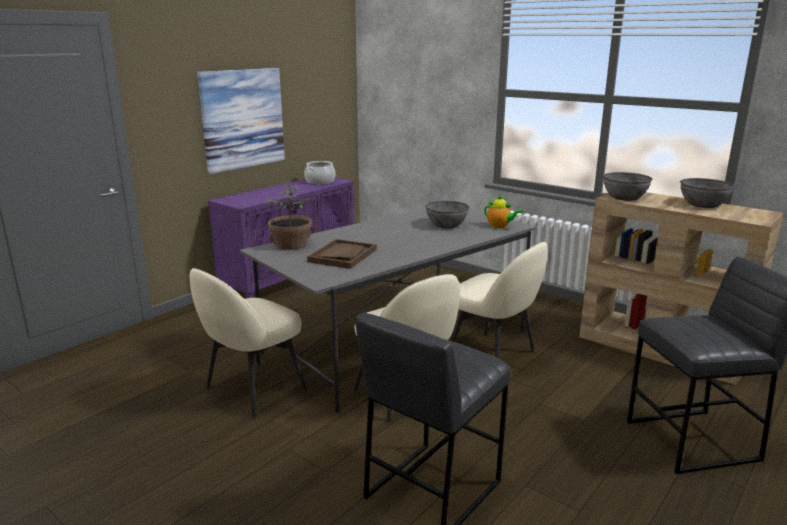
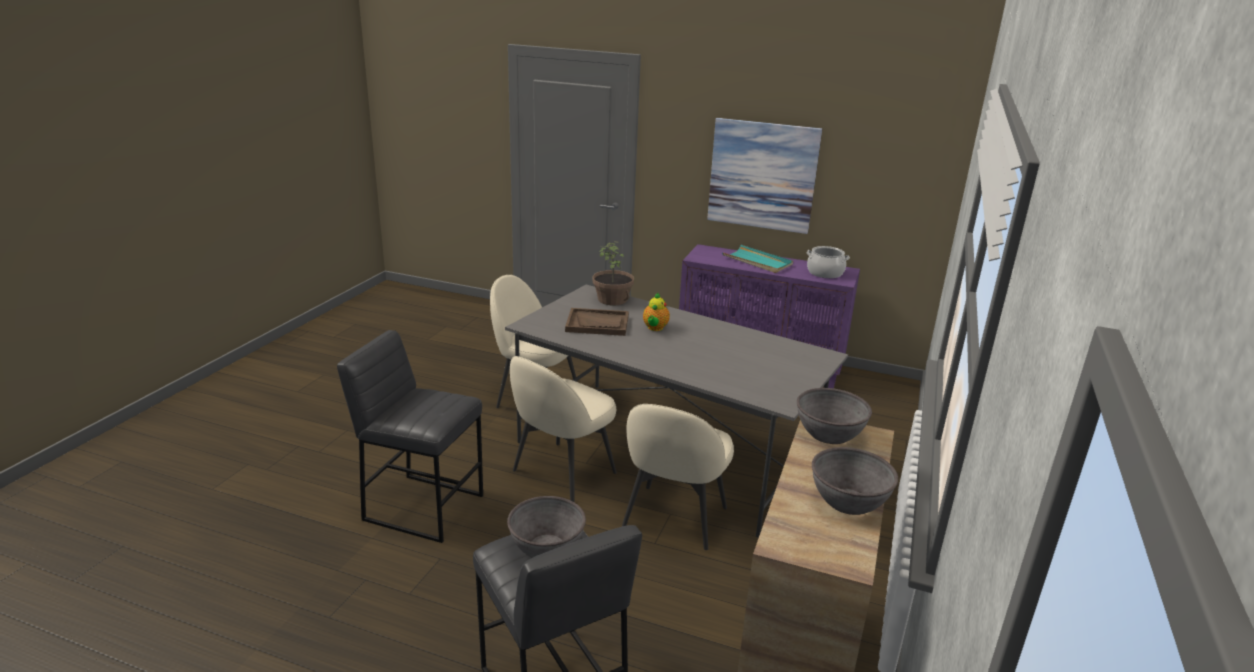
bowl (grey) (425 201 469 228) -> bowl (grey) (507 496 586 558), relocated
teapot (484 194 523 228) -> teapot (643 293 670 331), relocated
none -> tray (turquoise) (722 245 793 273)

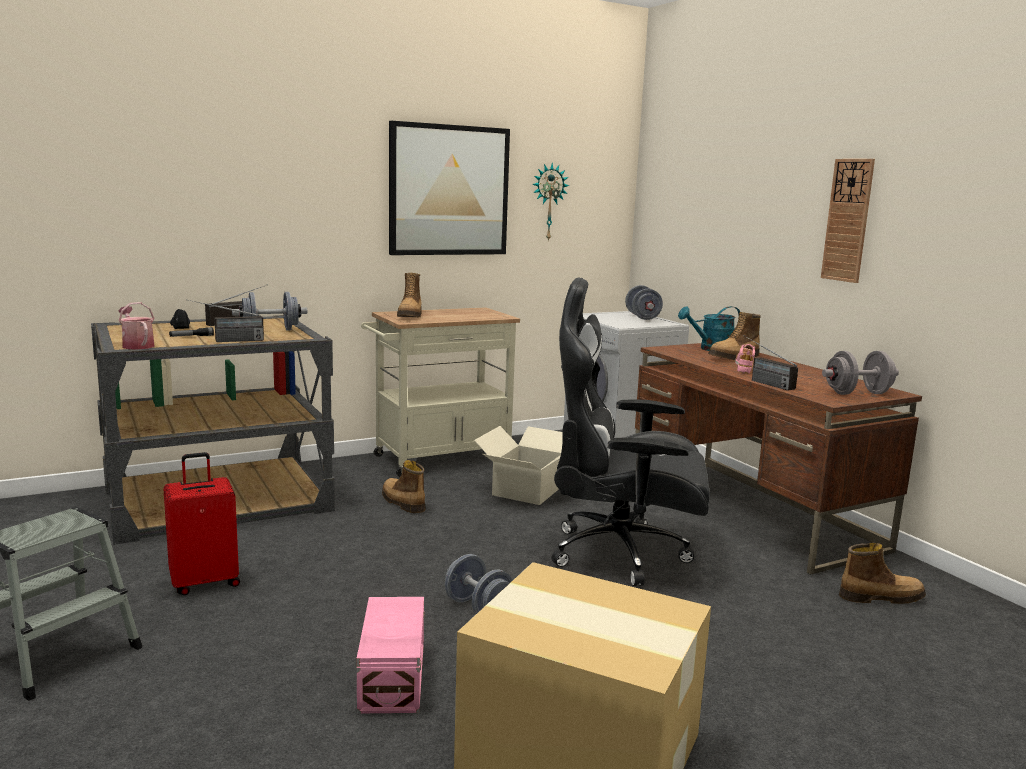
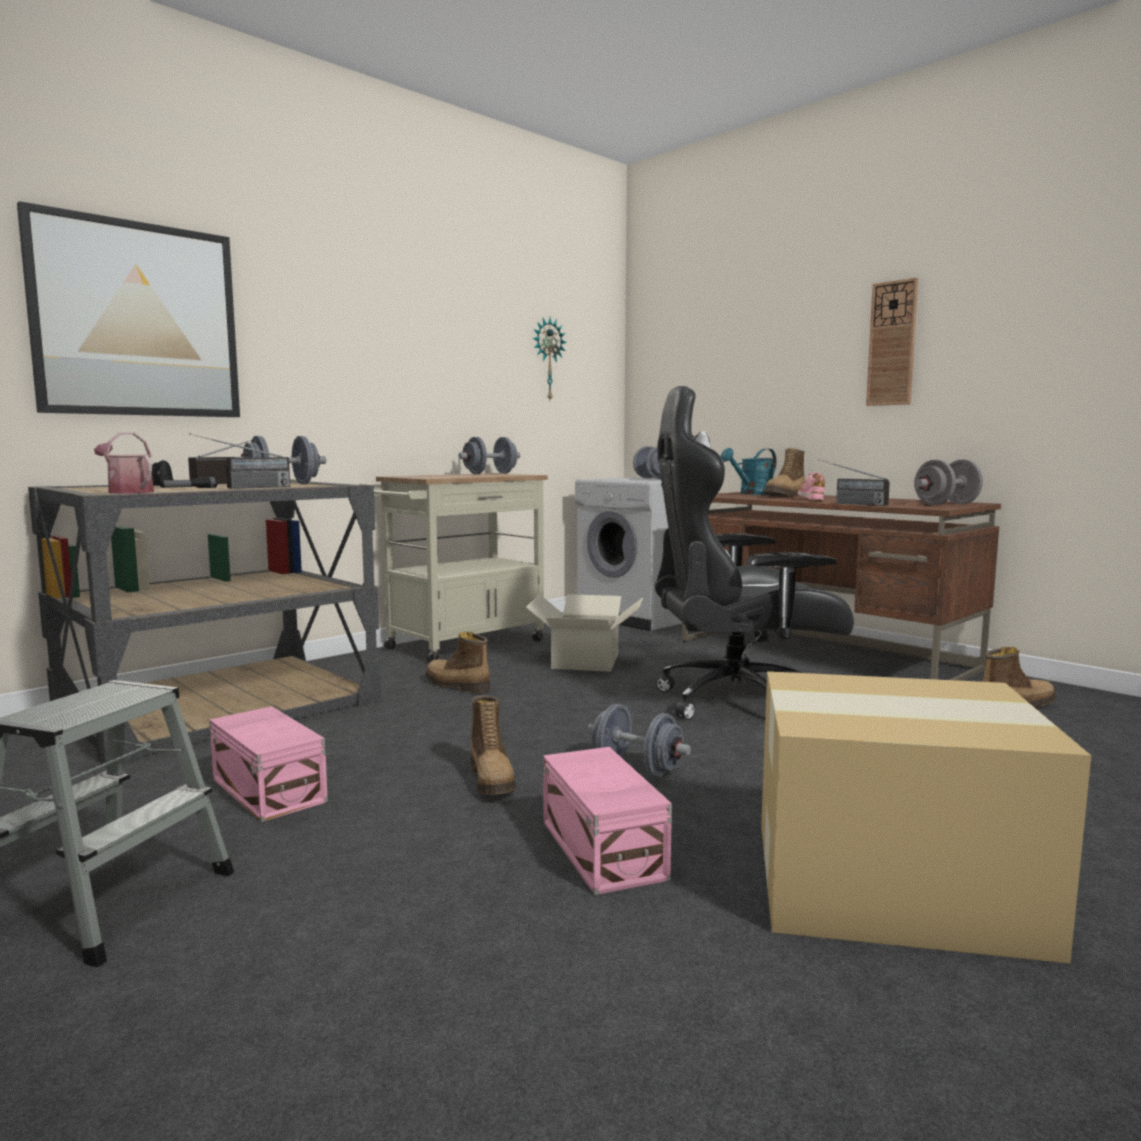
suitcase (red) (163 452 240 595) -> storage box (pink) (209 706 328 822)
picture (389 121 510 255) -> picture (17 201 240 417), relocated
boot (397 273 422 317) -> boot (471 695 516 795), relocated
none -> dumbbell (grey) (458 437 520 474)

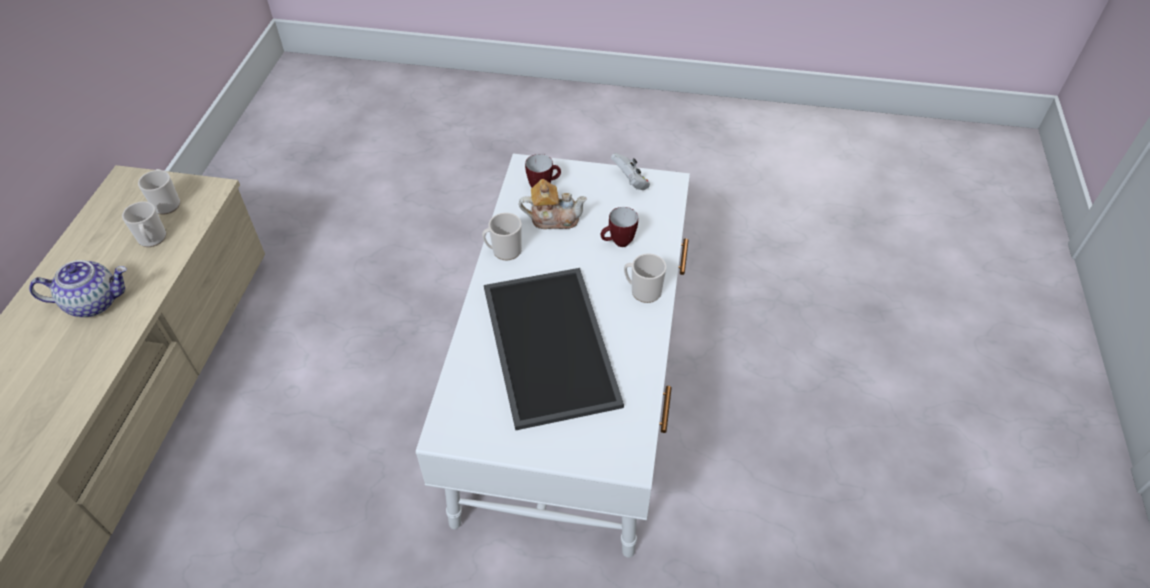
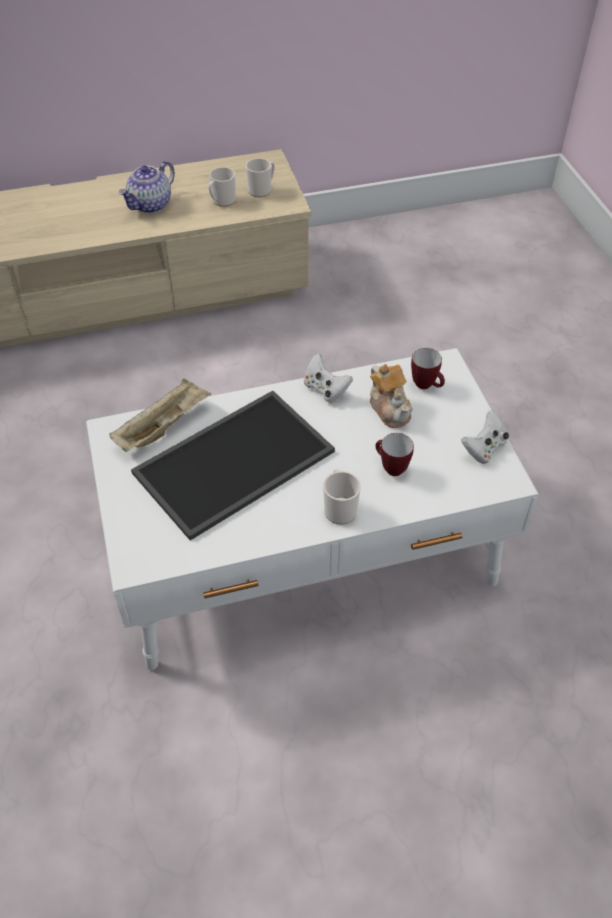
teapot (29 260 127 317) -> teapot (118 161 175 213), 75 degrees clockwise
mug (482 213 522 260) -> game controller (white) (304 353 353 403)
none -> tray (beige) (109 378 211 452)

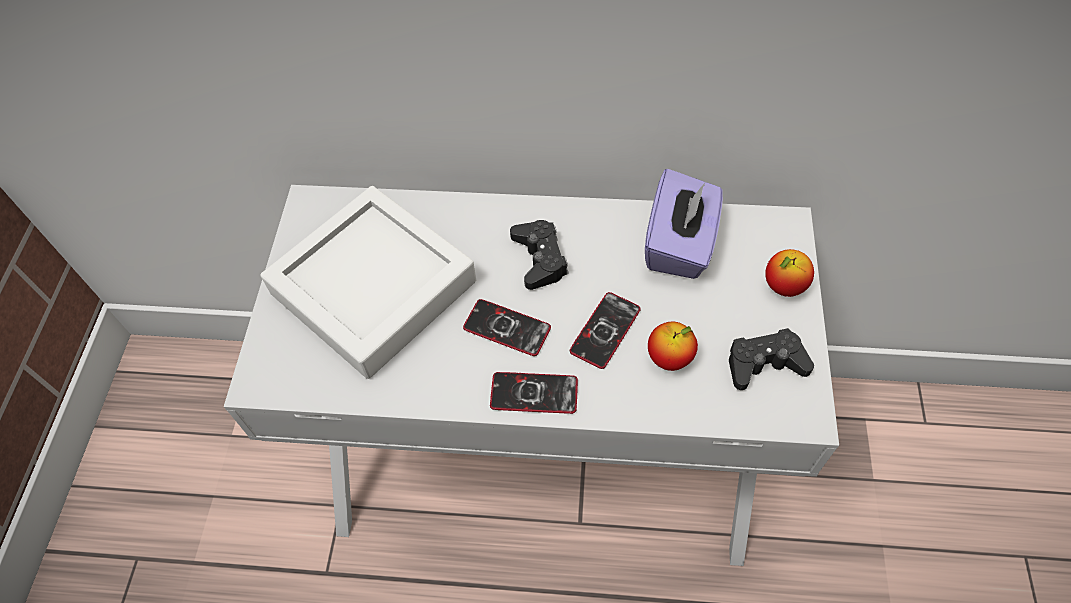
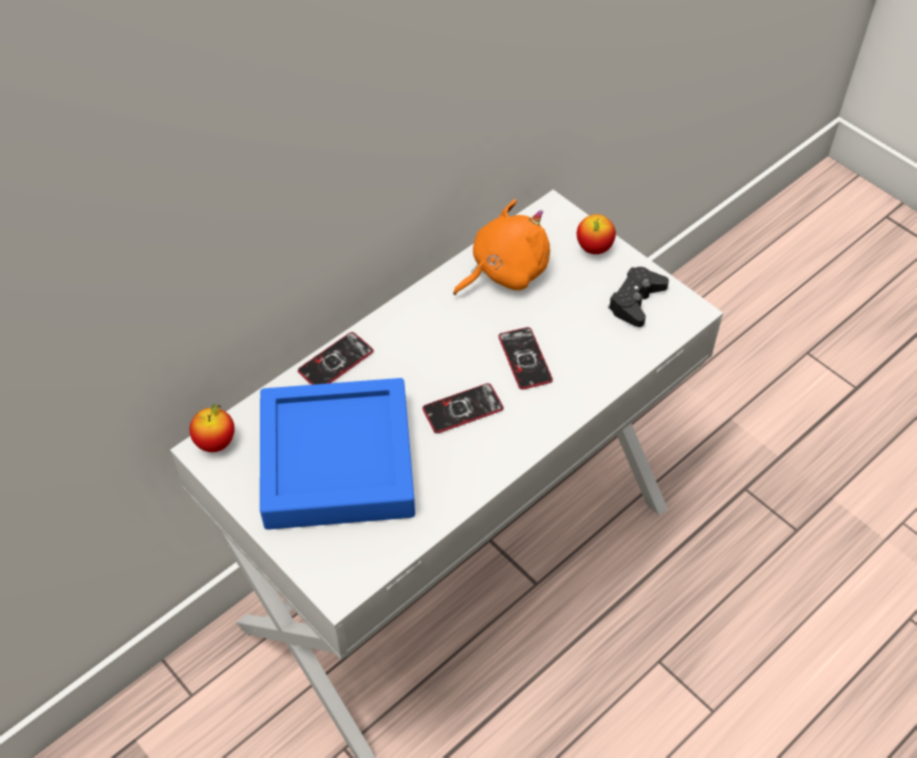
tray (white) (261 186 476 379) -> tray (blue) (260 378 415 530)
phone (490 372 578 414) -> phone (298 332 373 385), relocated
game controller (black) (510 220 569 290) -> none
tissue box (purple) (645 169 723 279) -> plush toy (orange) (453 199 550 295)
apple (648 322 698 371) -> apple (189 404 235 452), relocated

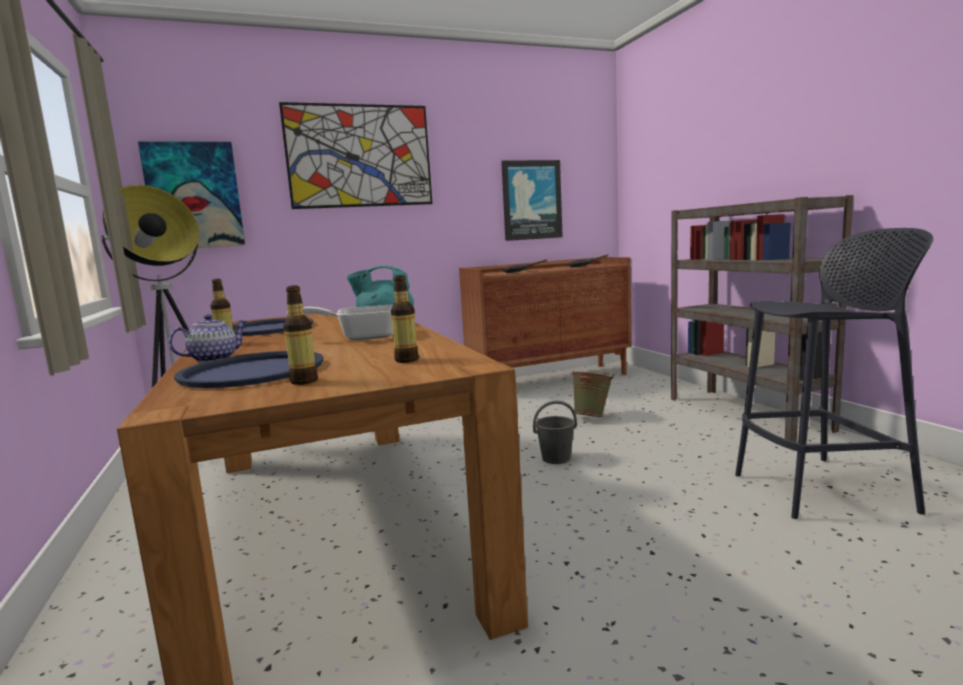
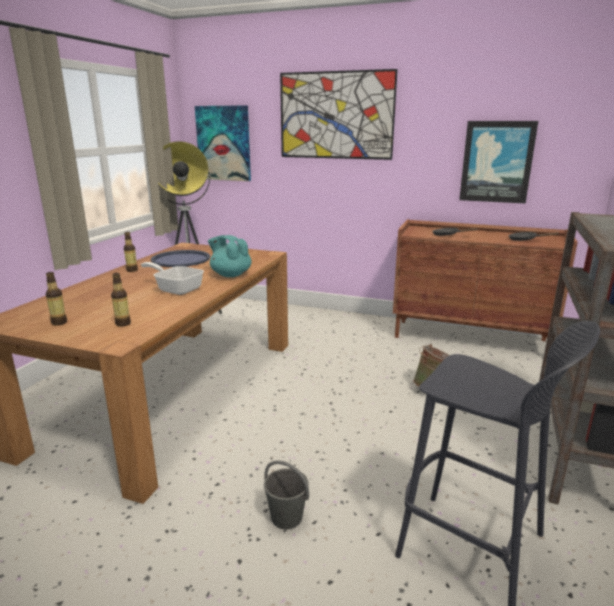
teapot (169 314 247 362) -> none
tray (blue) (174 351 324 388) -> none
bucket (grey) (533 401 577 464) -> bucket (grey) (264 460 309 529), relocated

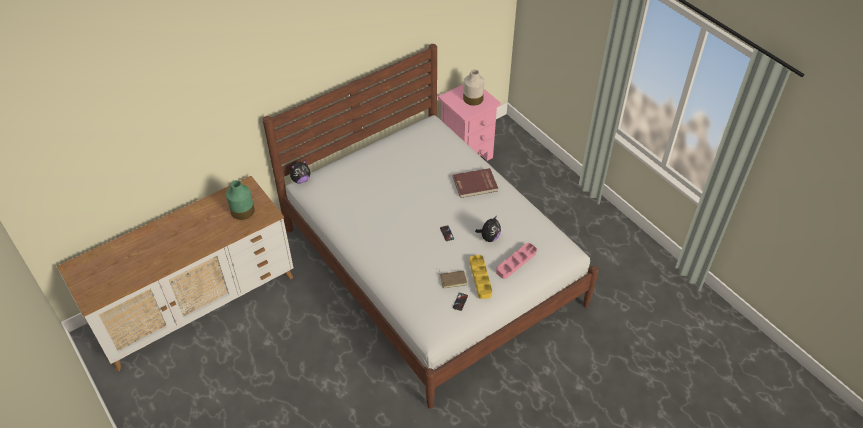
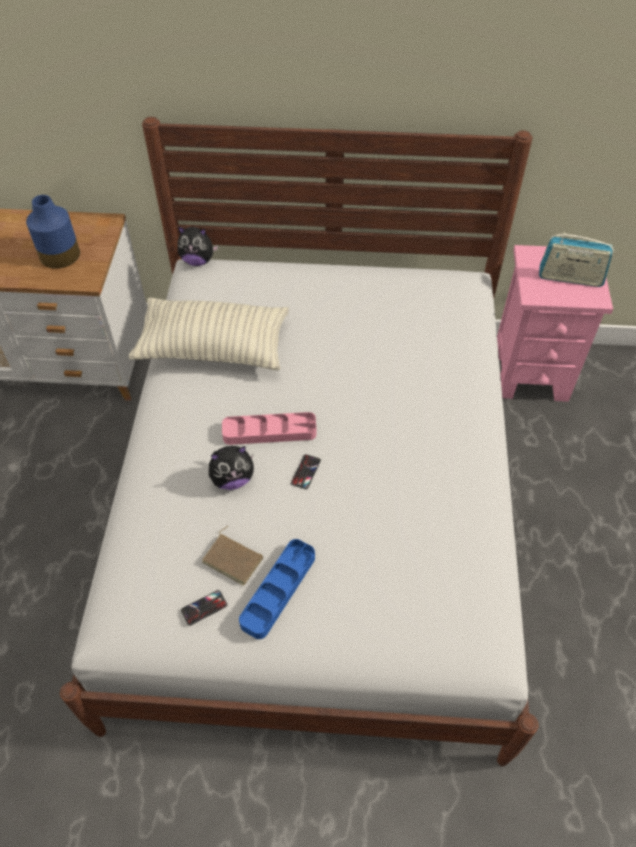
vase (green) (226 180 255 220) -> vase (blue) (26 195 80 269)
book (red) (453 168 498 198) -> none
vase (beige) (463 69 484 105) -> radio (539 232 614 287)
tray (yellow) (470 255 492 299) -> tray (blue) (239 539 315 639)
plush toy (475 215 501 242) -> plush toy (209 446 254 490), relocated
tray (pink) (496 243 537 279) -> tray (pink) (222 412 316 445), relocated
none -> pillow (129 297 289 370)

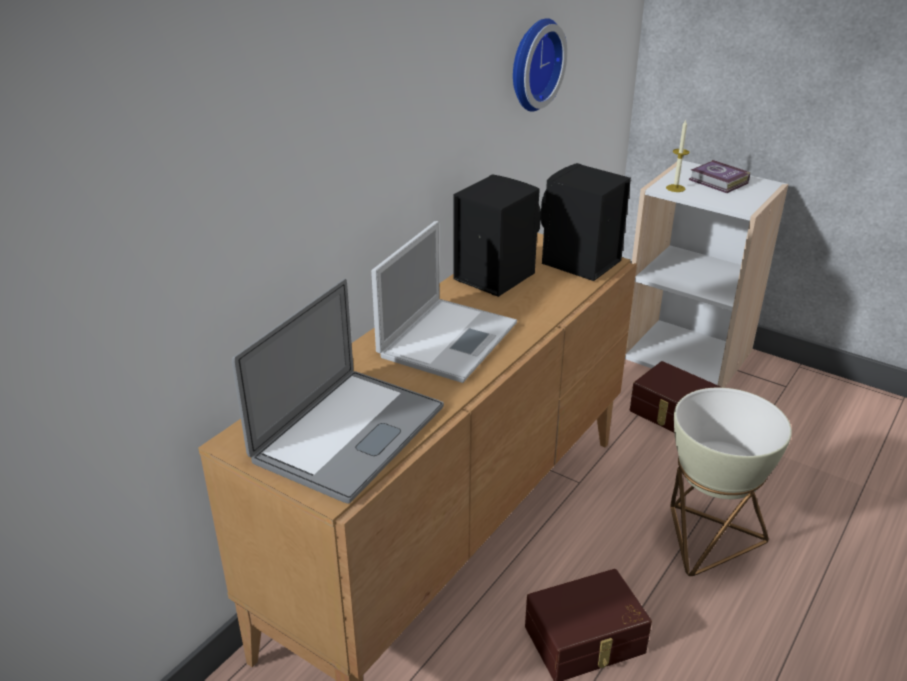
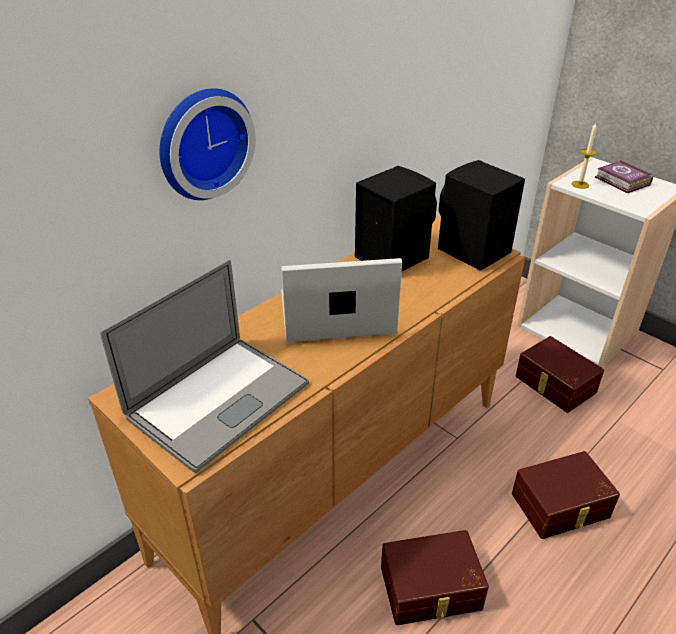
laptop (371 221 517 383) -> laptop (281 258 402 342), 135 degrees counterclockwise
wall clock (513 18 567 112) -> wall clock (160 88 256 200), relocated
planter (670 387 792 576) -> storage box (brown) (512 451 620 539)

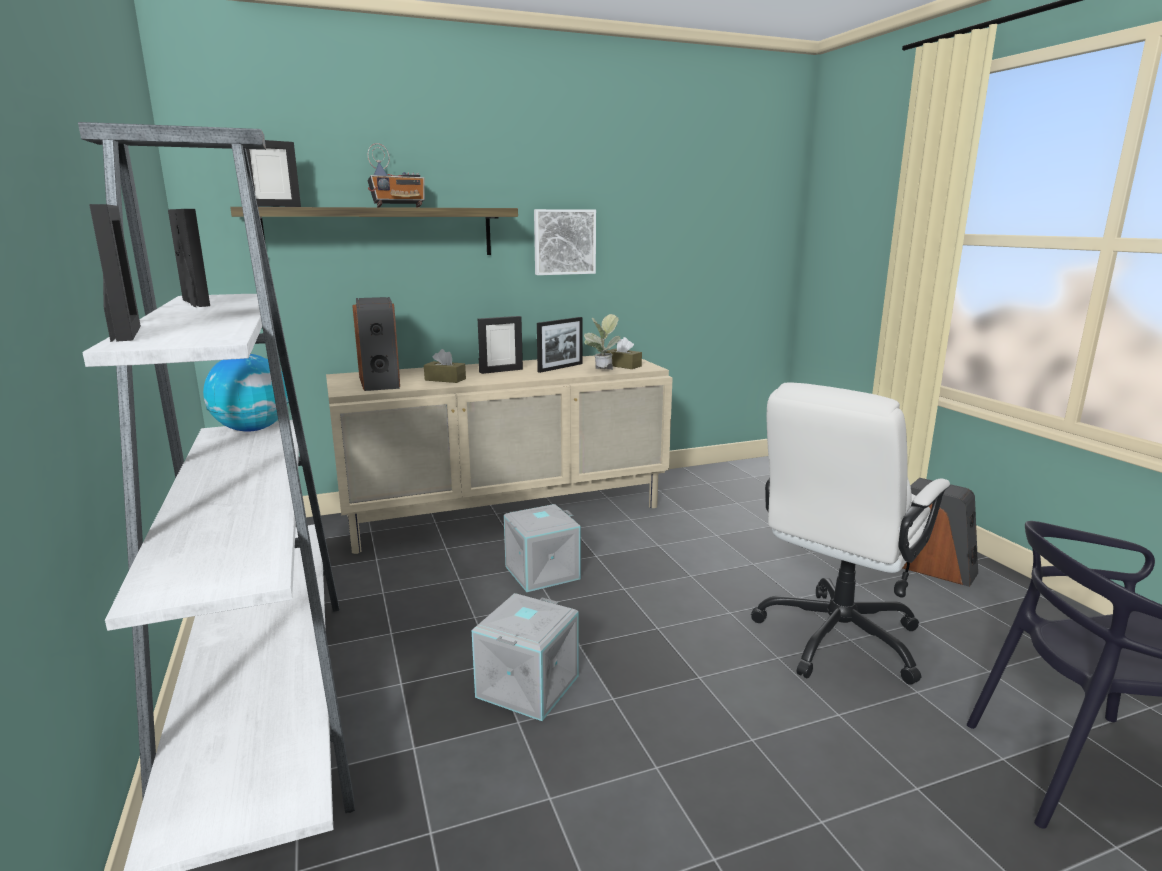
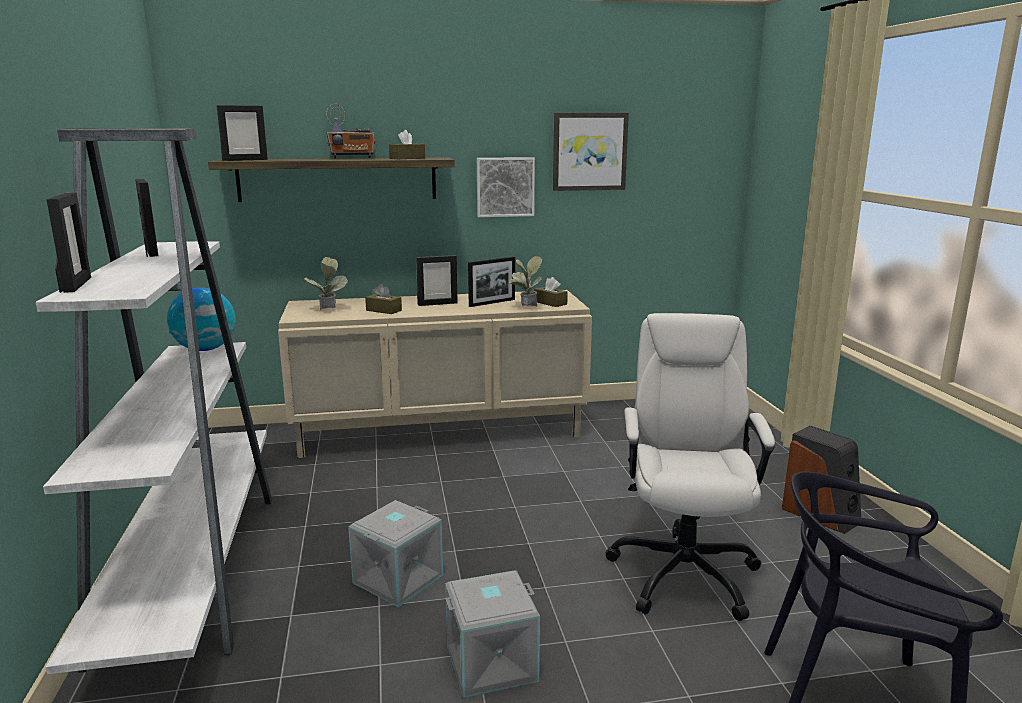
speaker (353 297 400 391) -> potted plant (303 257 348 310)
storage box (grey) (504 504 581 592) -> storage box (grey) (445 570 540 698), relocated
office chair (white) (751 382 950 685) -> office chair (white) (605 313 775 621), 135 degrees clockwise
none -> tissue box (brown) (389 130 425 159)
none -> picture (553 113 629 191)

